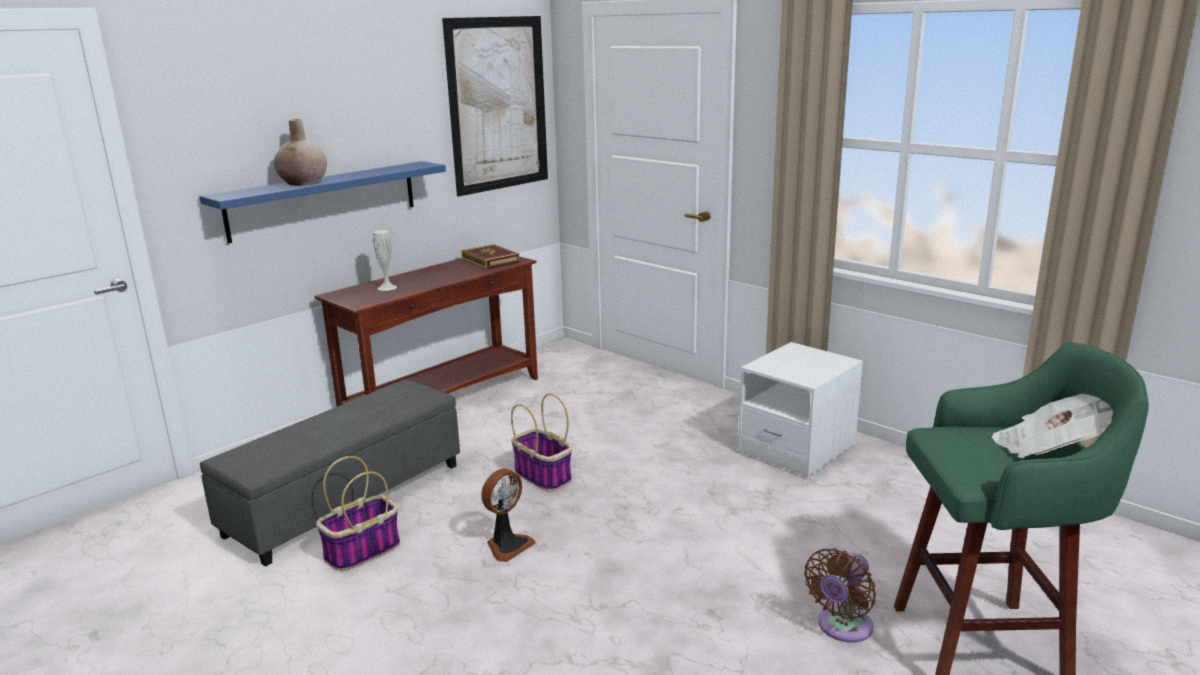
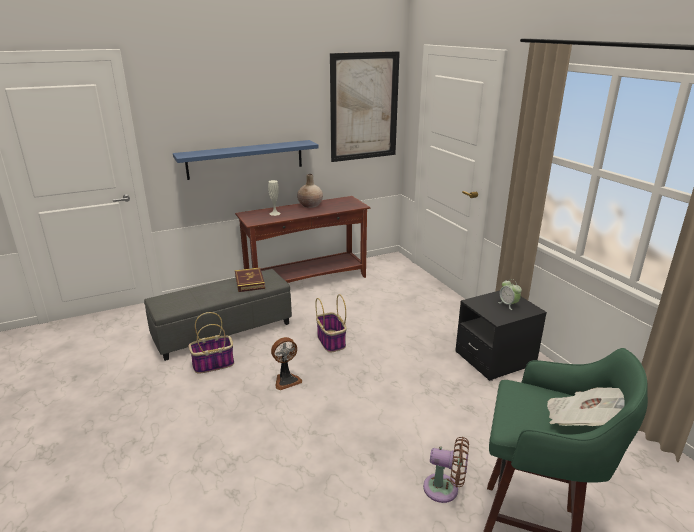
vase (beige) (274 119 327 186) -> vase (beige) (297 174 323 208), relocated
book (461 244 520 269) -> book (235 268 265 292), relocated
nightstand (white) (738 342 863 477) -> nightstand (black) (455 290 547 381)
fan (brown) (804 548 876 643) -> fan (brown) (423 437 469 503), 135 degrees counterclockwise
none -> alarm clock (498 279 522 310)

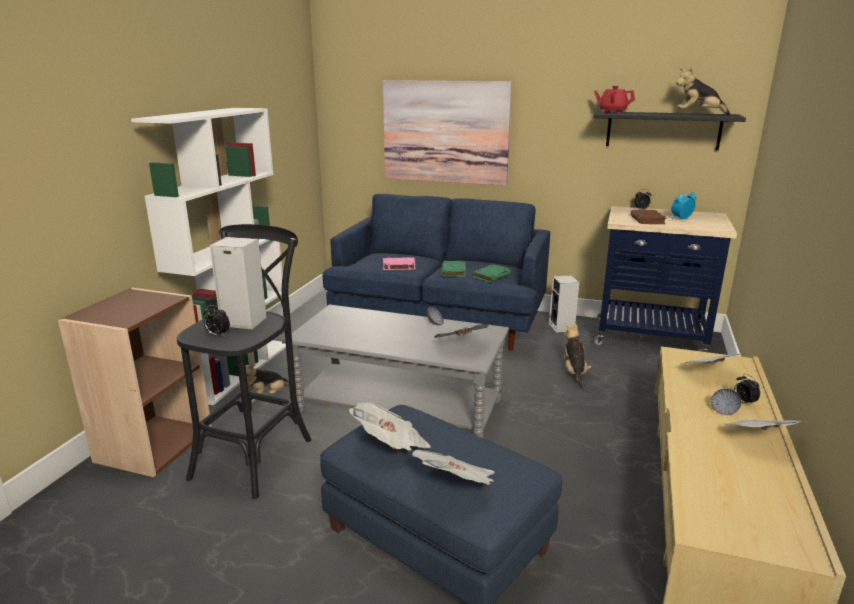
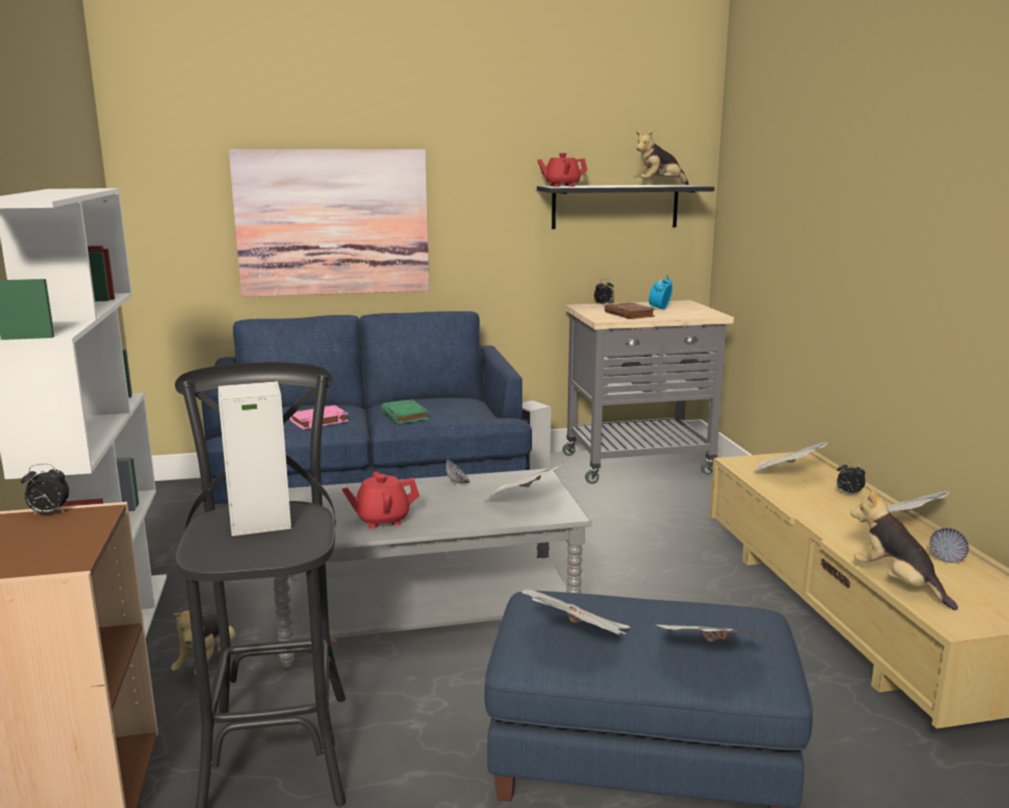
alarm clock (203 305 230 337) -> alarm clock (21 464 69 515), relocated
book (green) (473 264 512 283) -> none
plush toy (563 324 591 388) -> plush toy (850 487 958 610), relocated
cart (blue) (593 206 737 352) -> cart (grey) (562 300 734 484)
bowl (711 388 742 415) -> bowl (929 528 969 563), relocated
none -> teapot (red) (342 472 420 528)

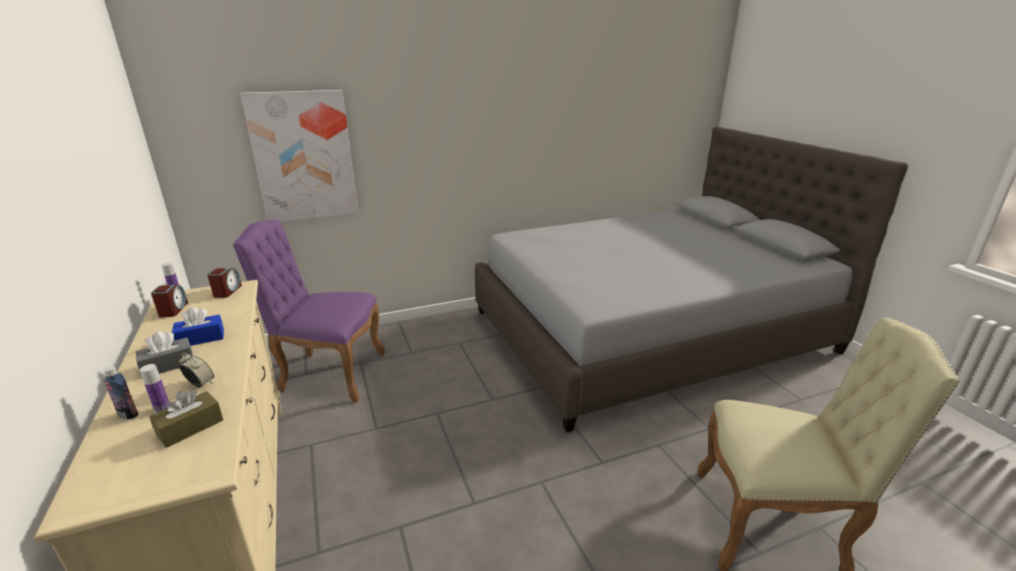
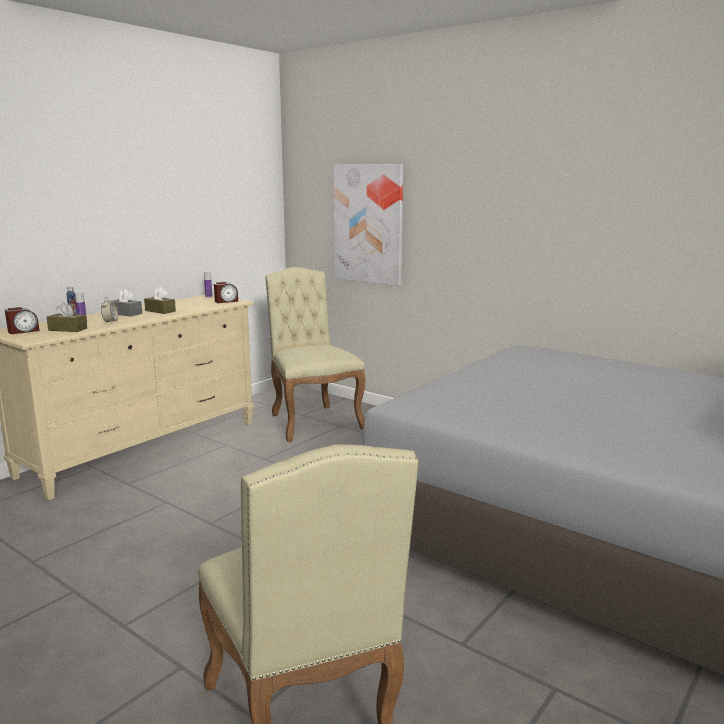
alarm clock (151 285 188 318) -> alarm clock (5 307 39 334), relocated
tissue box (blue) (172 307 224 346) -> tissue box (brown) (144 287 176 314)
chair (purple) (233 220 385 403) -> chair (beige) (265 267 365 442)

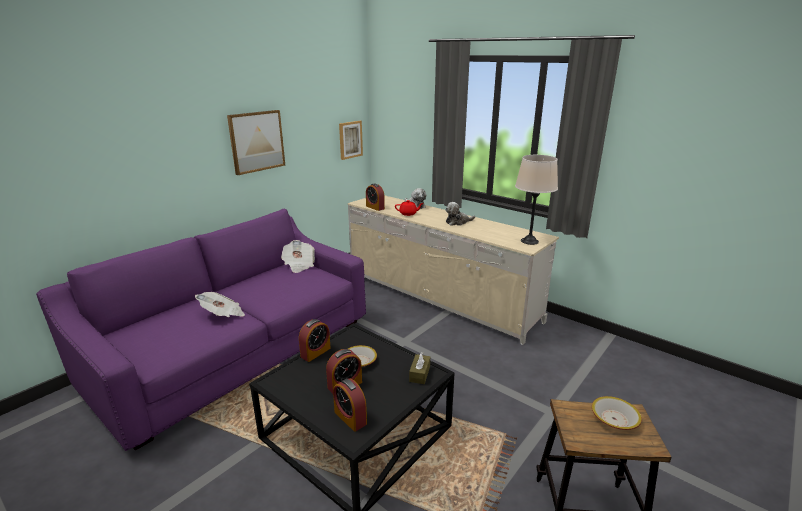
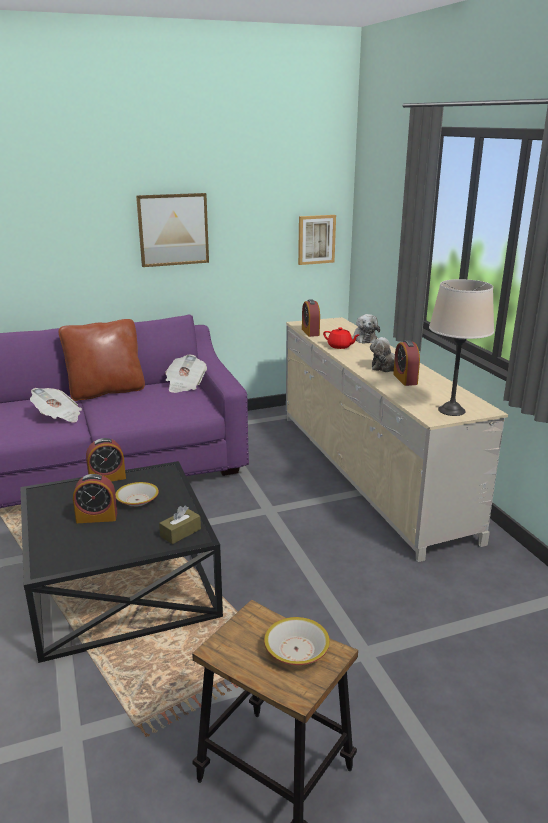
alarm clock (333 378 367 432) -> alarm clock (393 340 420 386), relocated
none -> pillow (brown) (59 319 145 401)

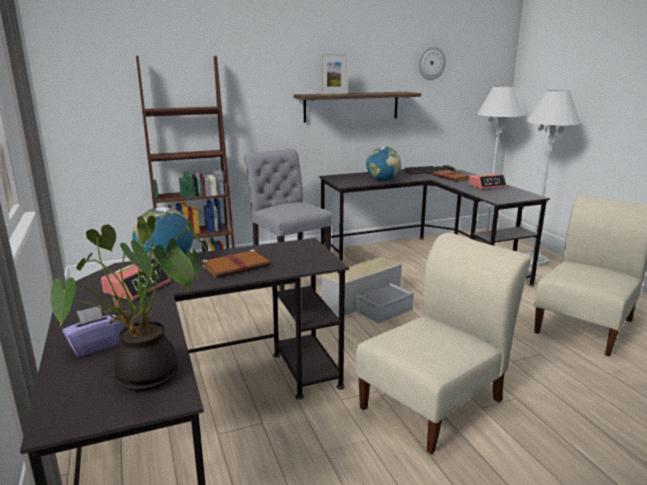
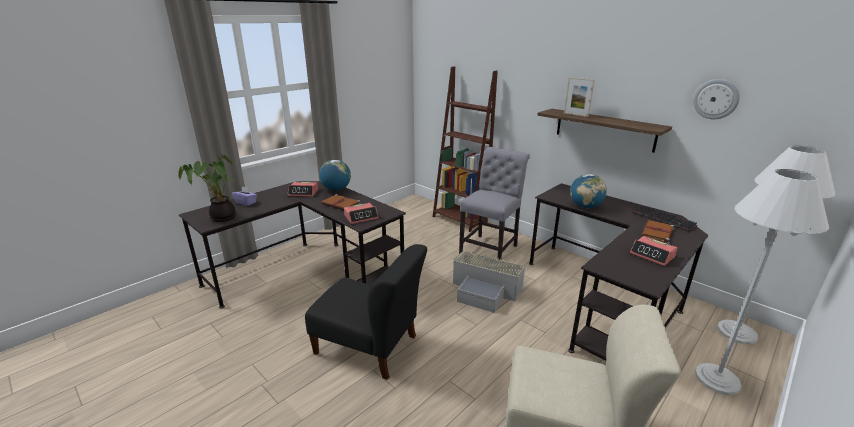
chair (beige) (355 233 531 454) -> chair (black) (305 244 427 380)
none -> alarm clock (344 203 379 224)

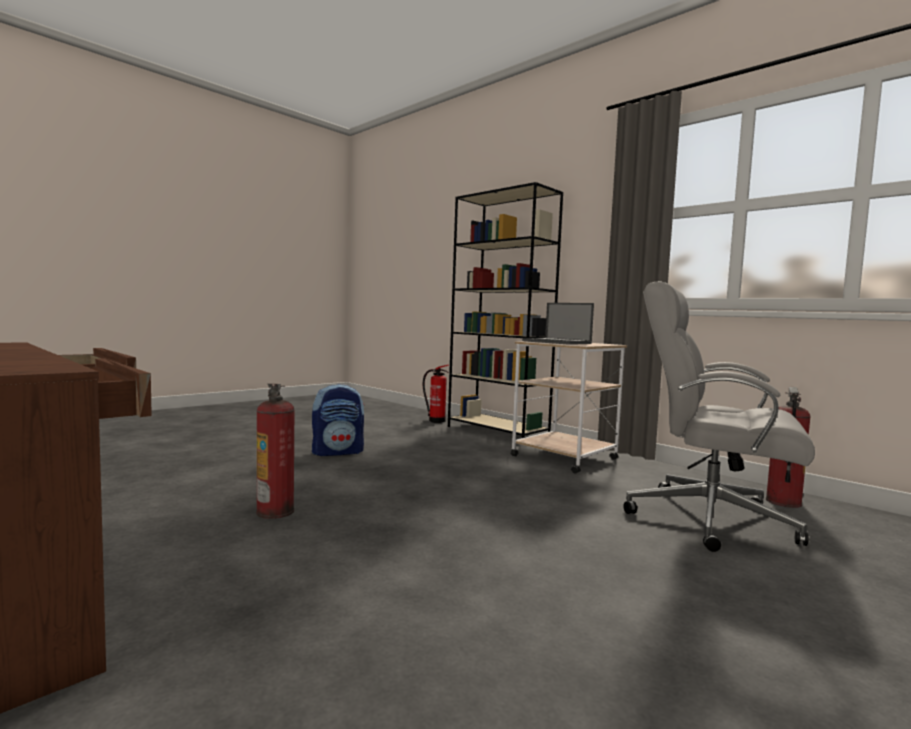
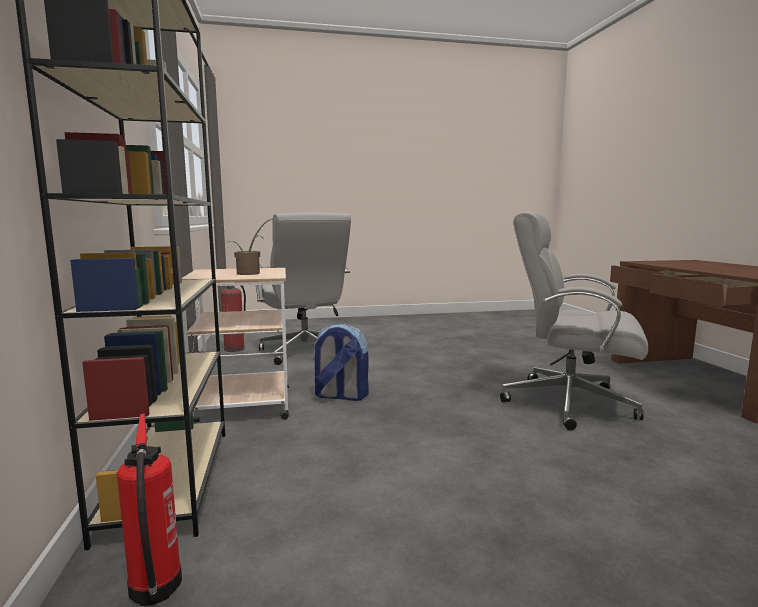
fire extinguisher (256 384 295 519) -> office chair (grey) (500 211 649 430)
backpack (312 384 364 456) -> backpack (313 324 369 401), relocated
laptop (522 303 594 345) -> potted plant (226 218 274 275)

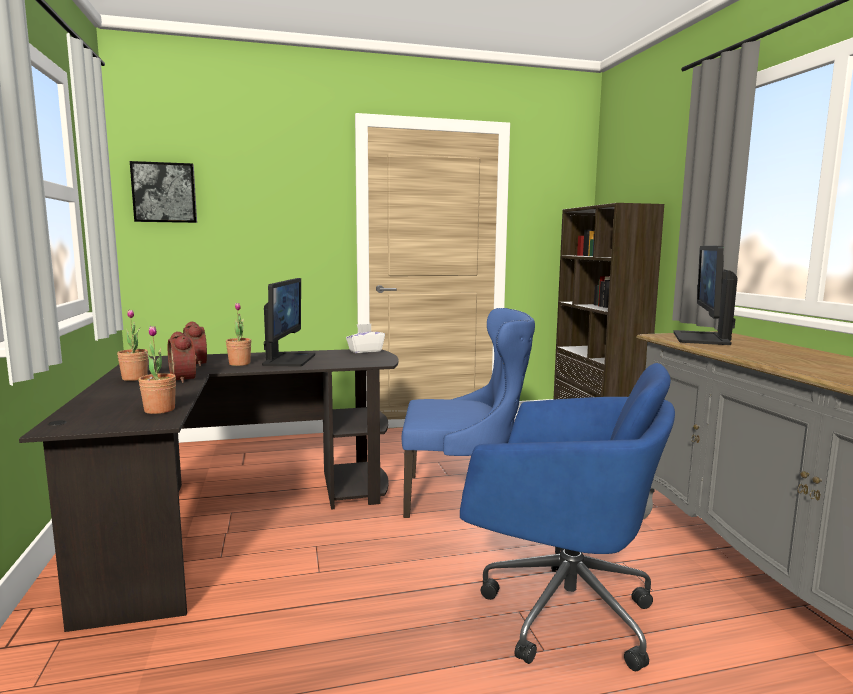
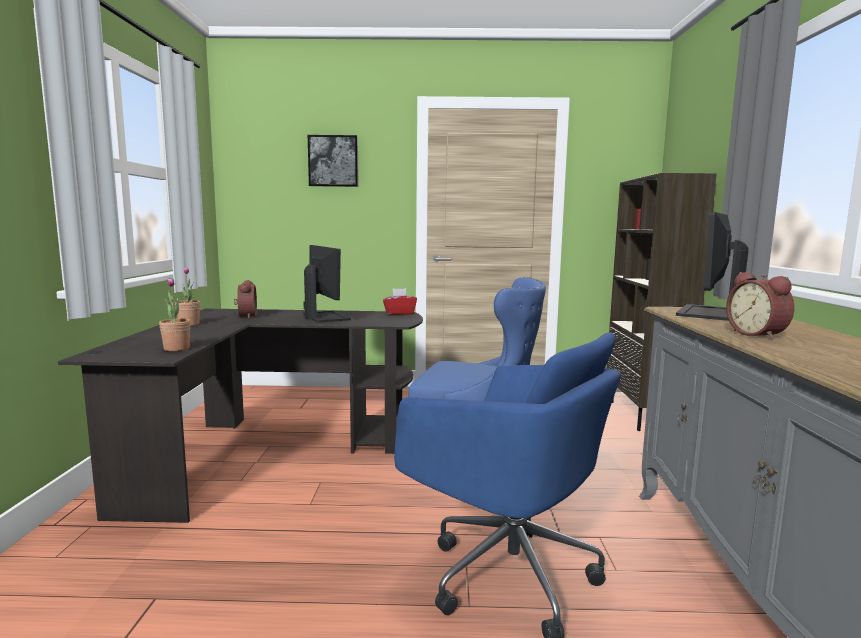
picture (130 161 197 223) -> picture (308 135 358 187), relocated
alarm clock (168 331 197 383) -> alarm clock (726 272 795 340), relocated
potted plant (226 303 251 366) -> none
monitor (262 278 315 367) -> monitor (303 245 351 323), 45 degrees counterclockwise
tissue box (white) (346 324 385 353) -> tissue box (red) (383 288 417 315)

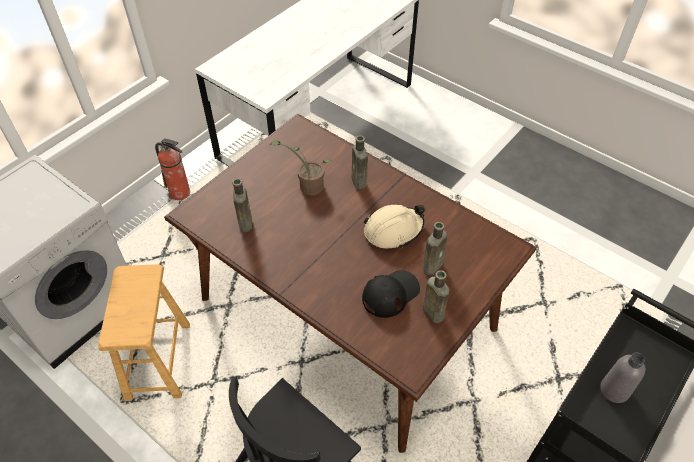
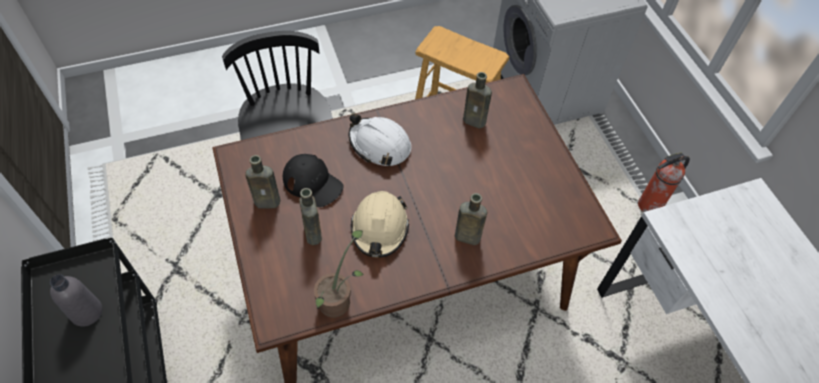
potted plant (270 140 332 195) -> potted plant (314 230 364 318), relocated
cap (black) (362 270 420 318) -> cap (black) (283 154 344 207), 45 degrees counterclockwise
none -> hard hat (white) (349 114 411 166)

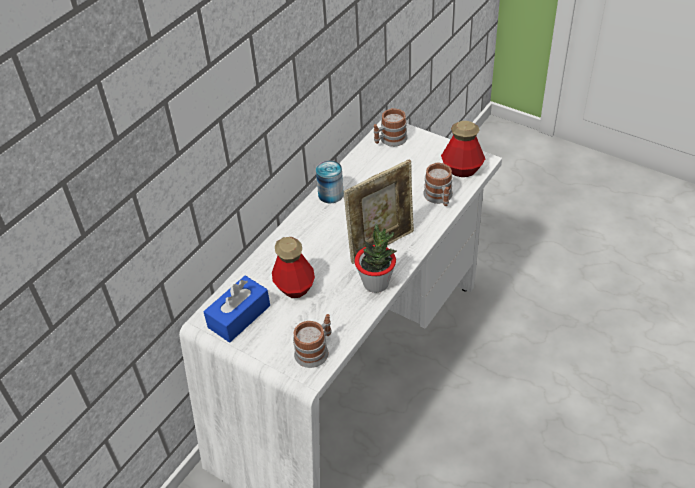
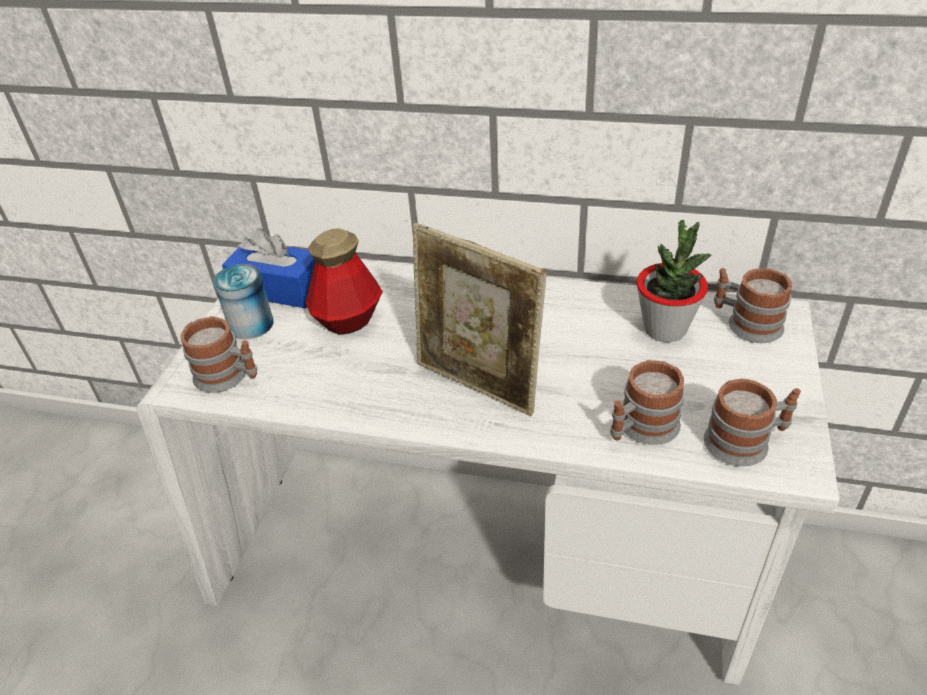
can (316 160 344 204) -> can (213 264 273 339), relocated
potted plant (355 224 396 293) -> potted plant (636 220 712 342), relocated
bottle (441 121 485 177) -> mug (704 379 801 467)

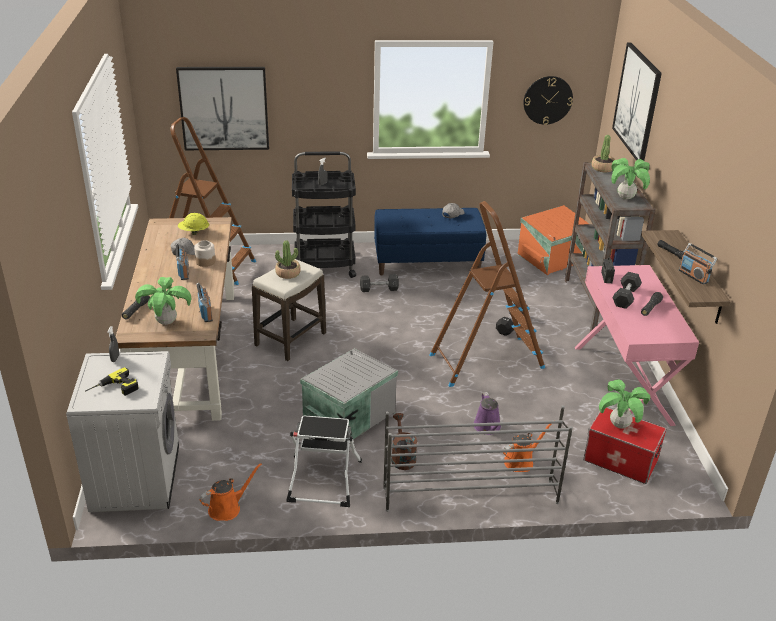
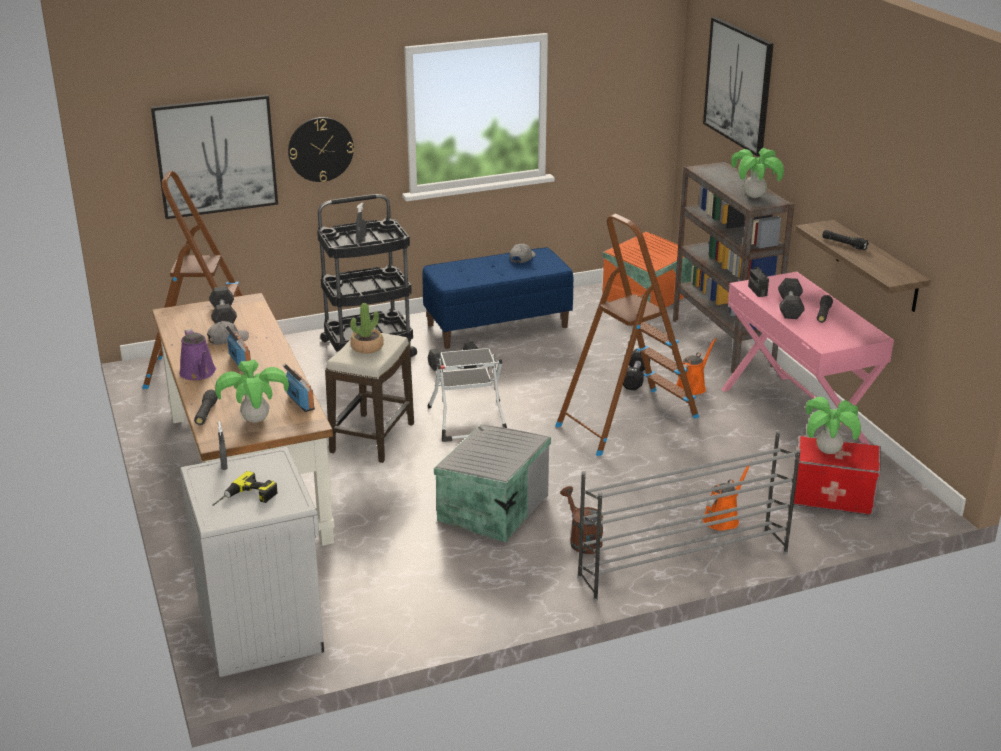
hard hat (yellow) (178 213 209 235) -> dumbbell (grey) (209 286 237 324)
jar (194 240 216 267) -> none
watering can (orange) (200 463 262 521) -> watering can (orange) (676 338 717 395), relocated
step ladder (286 416 362 507) -> step ladder (428 348 507 442), relocated
watering can (purple) (474 392 501 435) -> watering can (purple) (179 329 216 380), relocated
wall clock (523 76 573 125) -> wall clock (288 117 354 182), relocated
potted plant (592 135 615 172) -> none
radio (679 243 717 285) -> none

